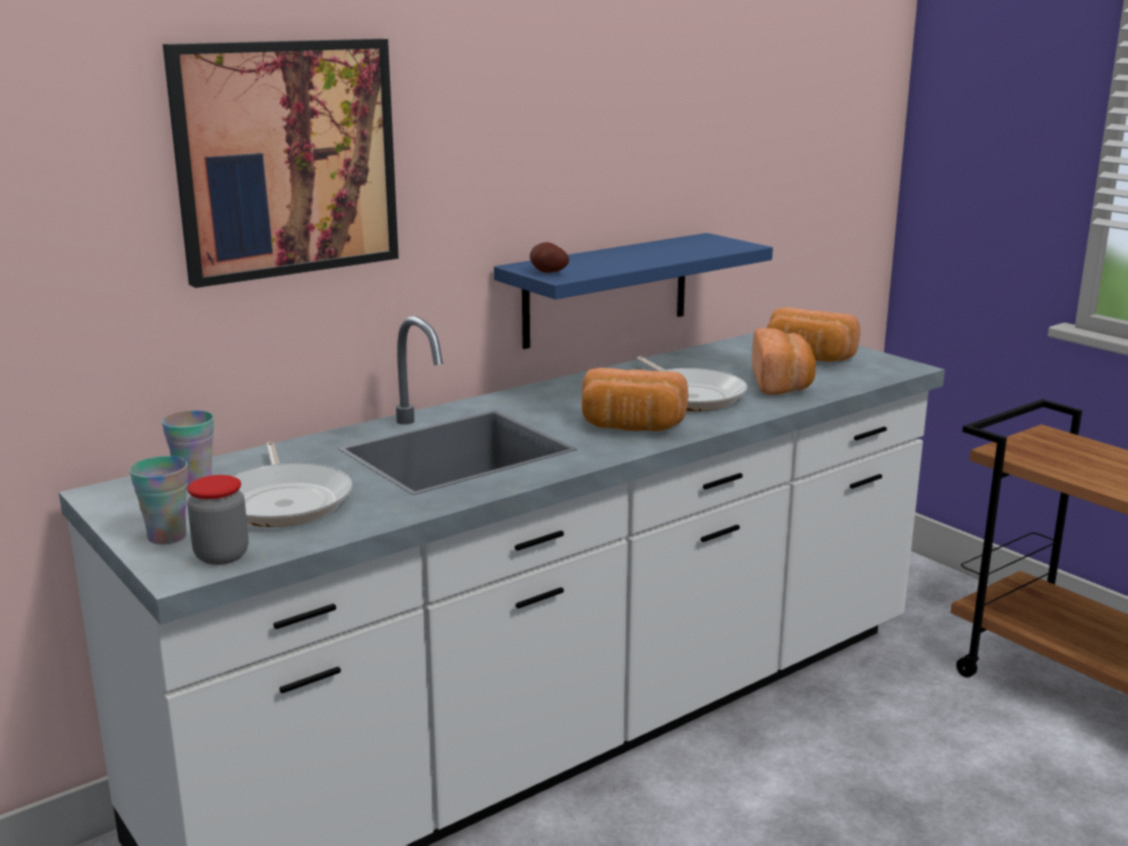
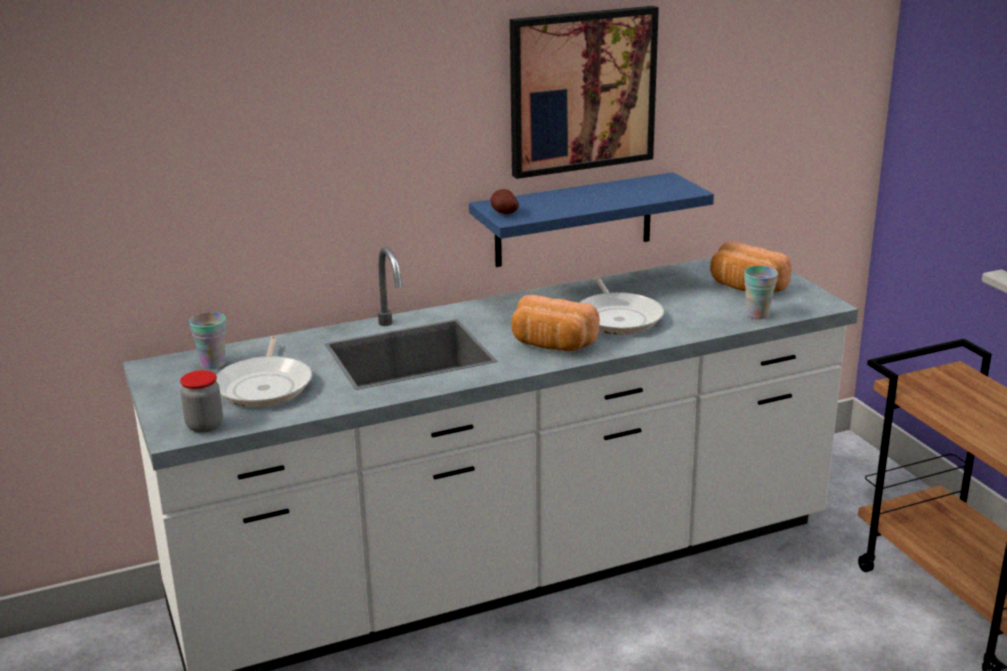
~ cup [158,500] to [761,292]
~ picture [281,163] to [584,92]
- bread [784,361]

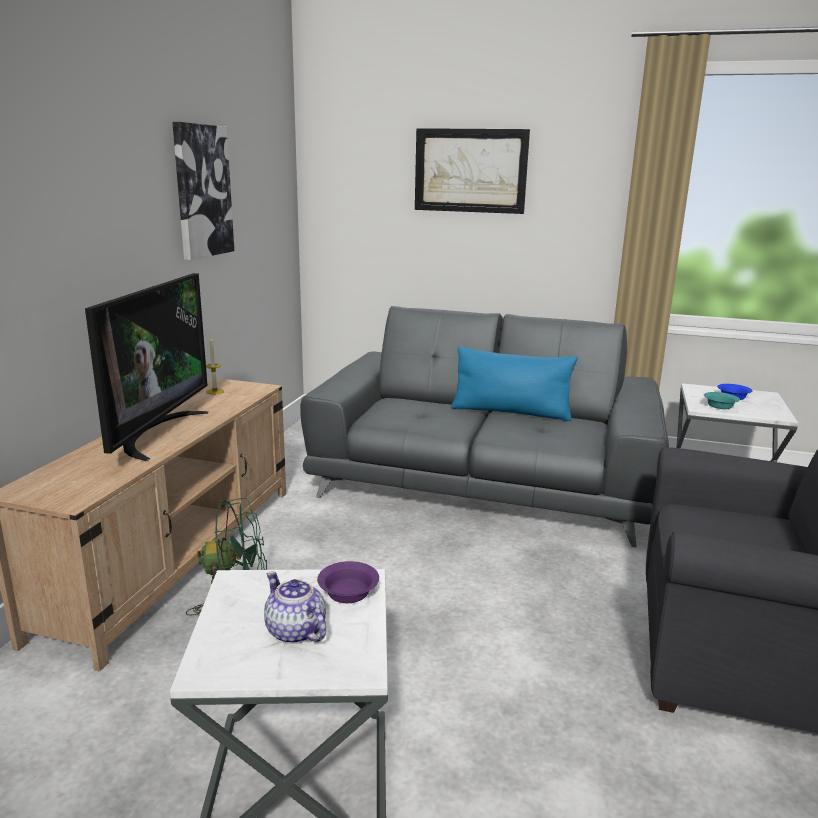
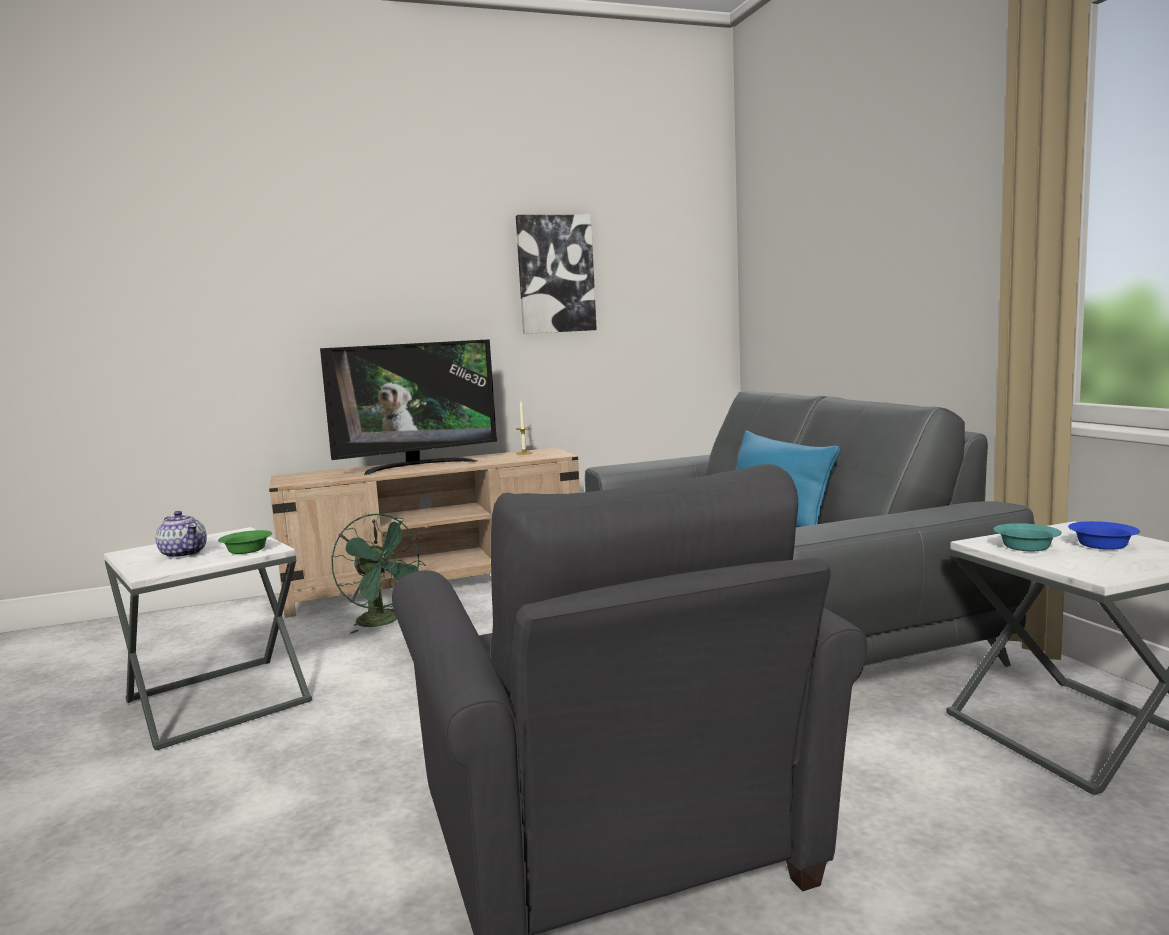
~ teapot [295,608] = [181,534] 120 degrees clockwise
~ purple bowl [348,582] to green bowl [245,542]
- picture [472,171]

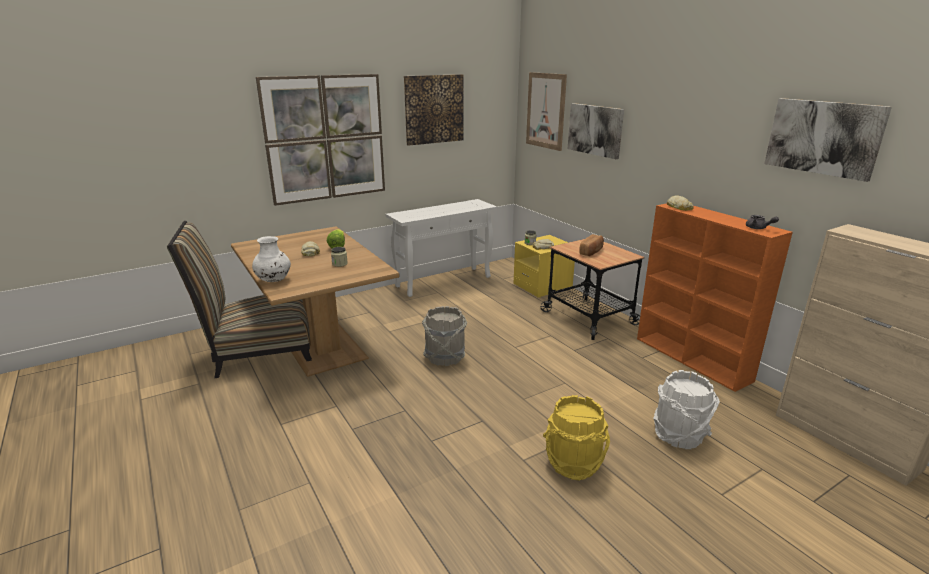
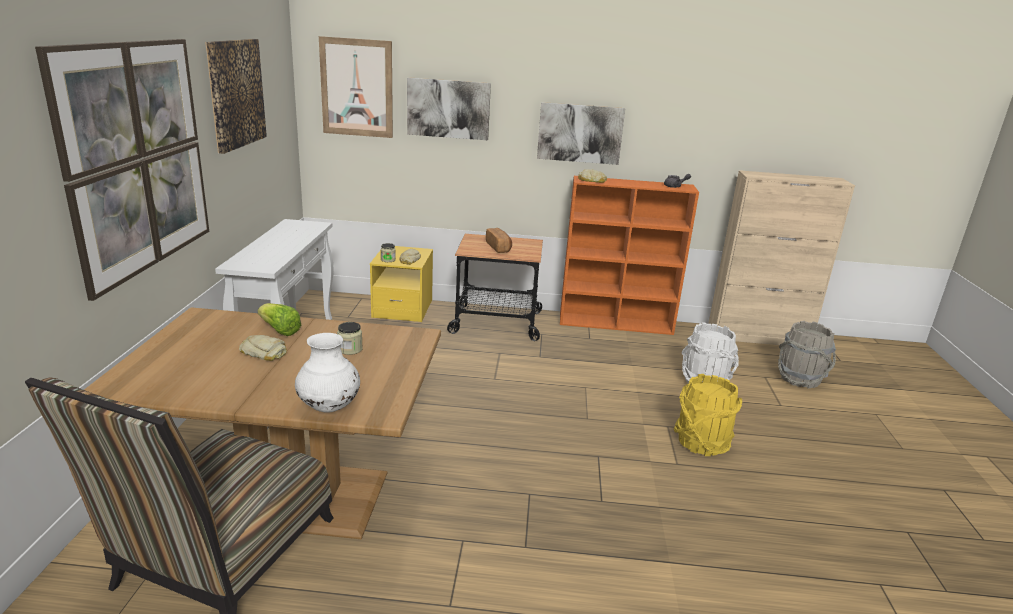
~ grey bucket [444,336] to [807,355]
~ picture [828,140] to [581,133]

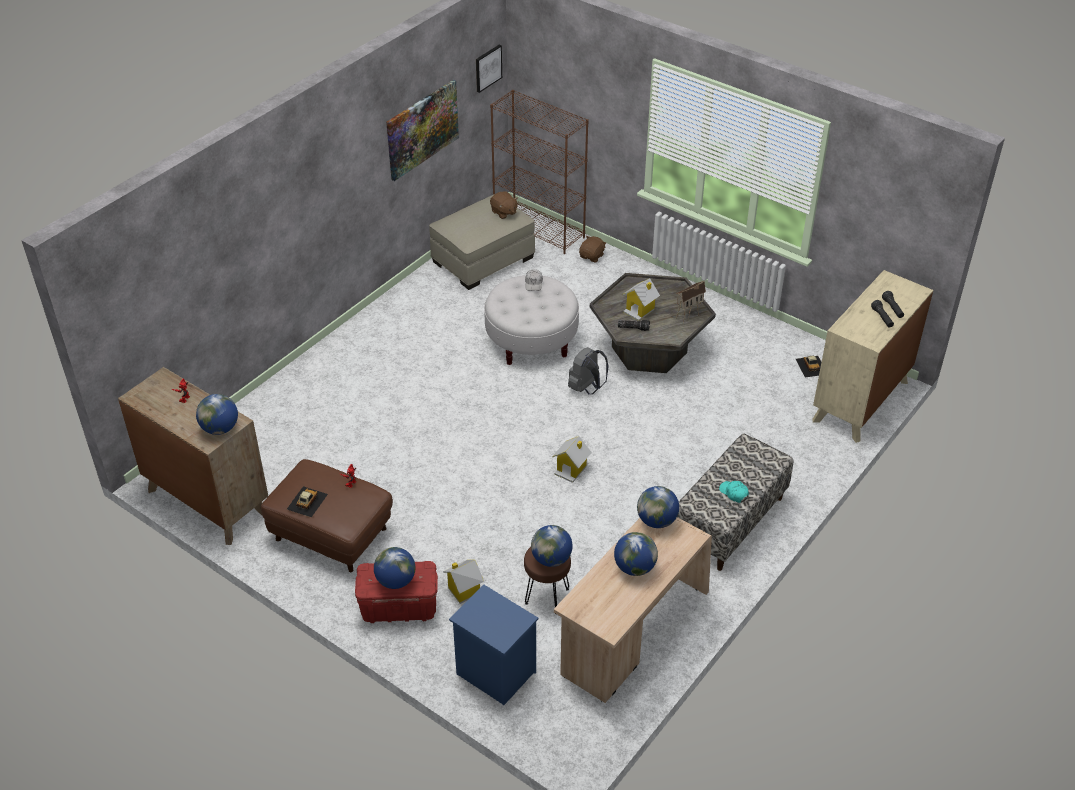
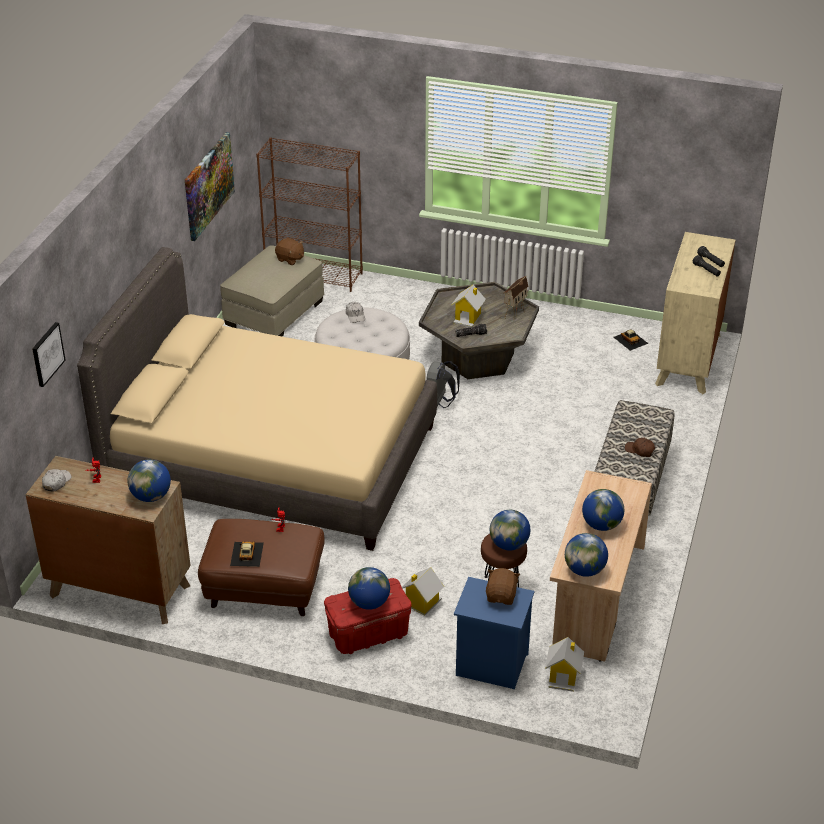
~ picture [489,69] to [49,354]
~ toy house [572,459] to [564,664]
~ brown plush toy [592,249] to [503,586]
~ globe [658,507] to [586,555]
~ turquoise cap [734,492] to brown cap [640,447]
+ white cap [56,480]
+ beige bed [257,399]

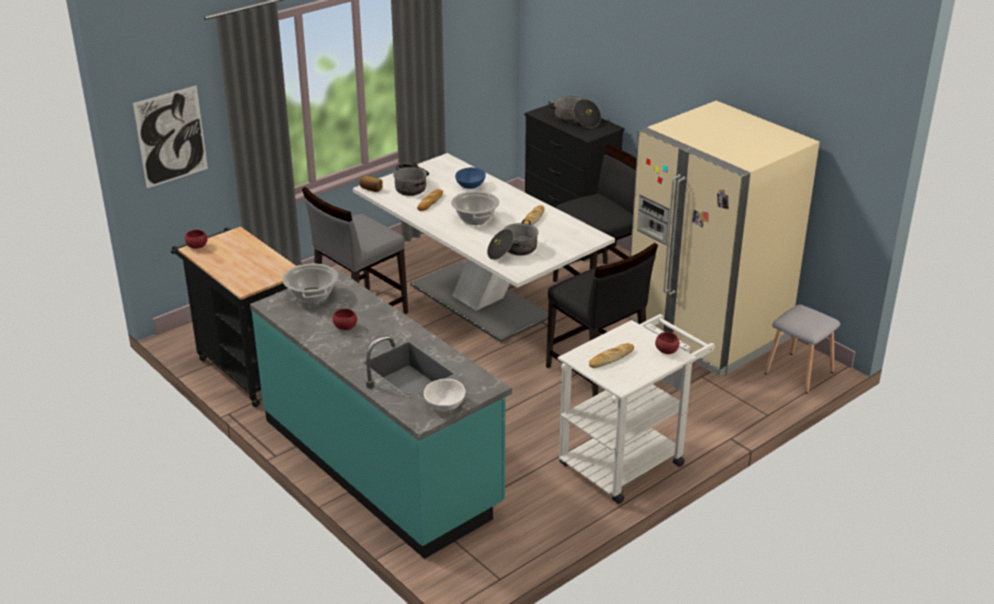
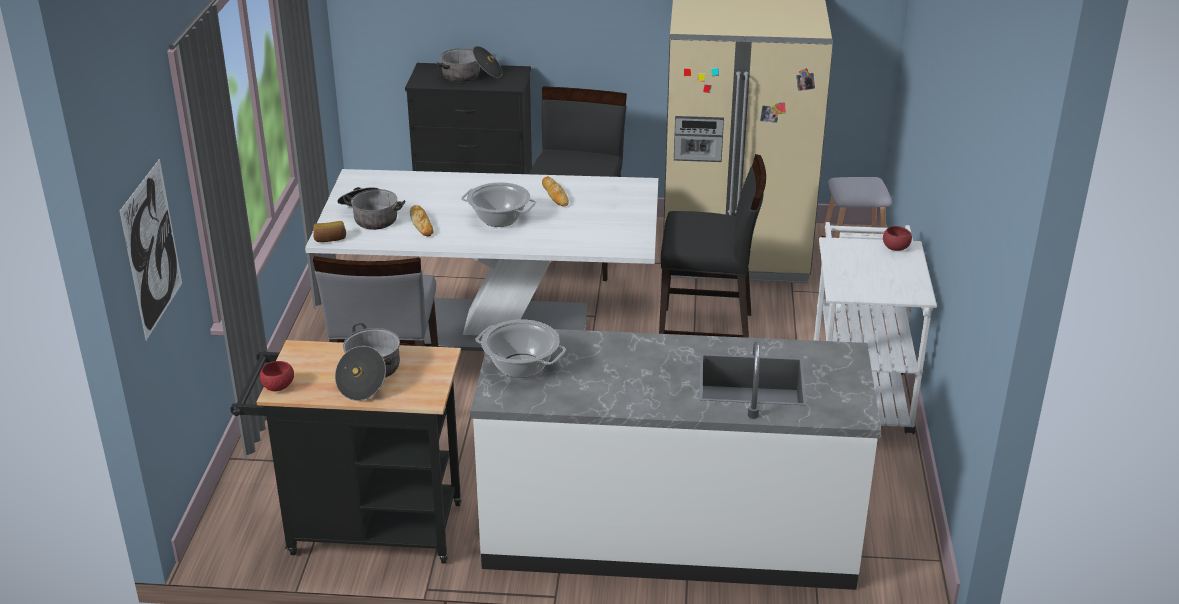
~ turquoise counter [381,414] to white counter [675,459]
- red bowl [345,319]
- white bowl [444,395]
- blue bowl [470,178]
~ cooking pot [512,240] to [367,362]
- bread [611,355]

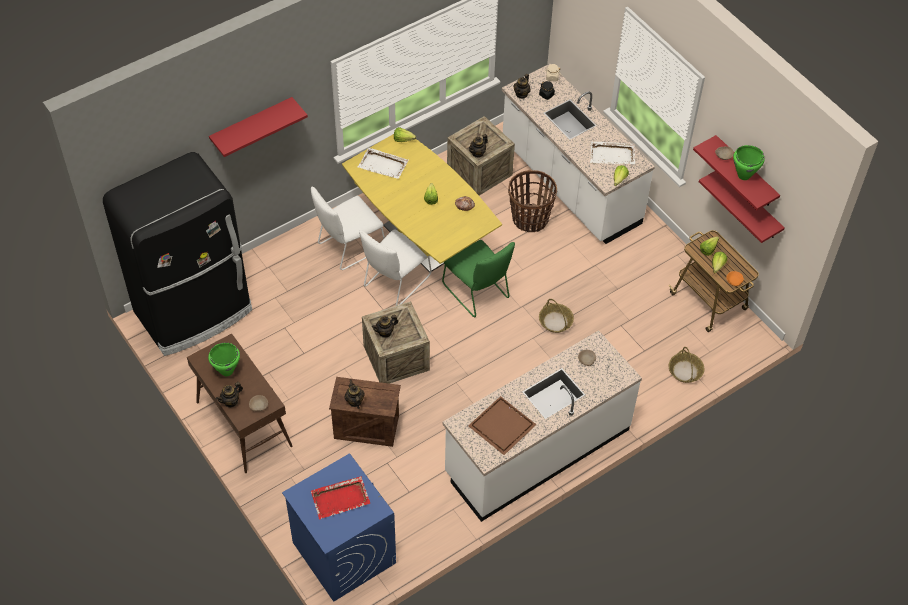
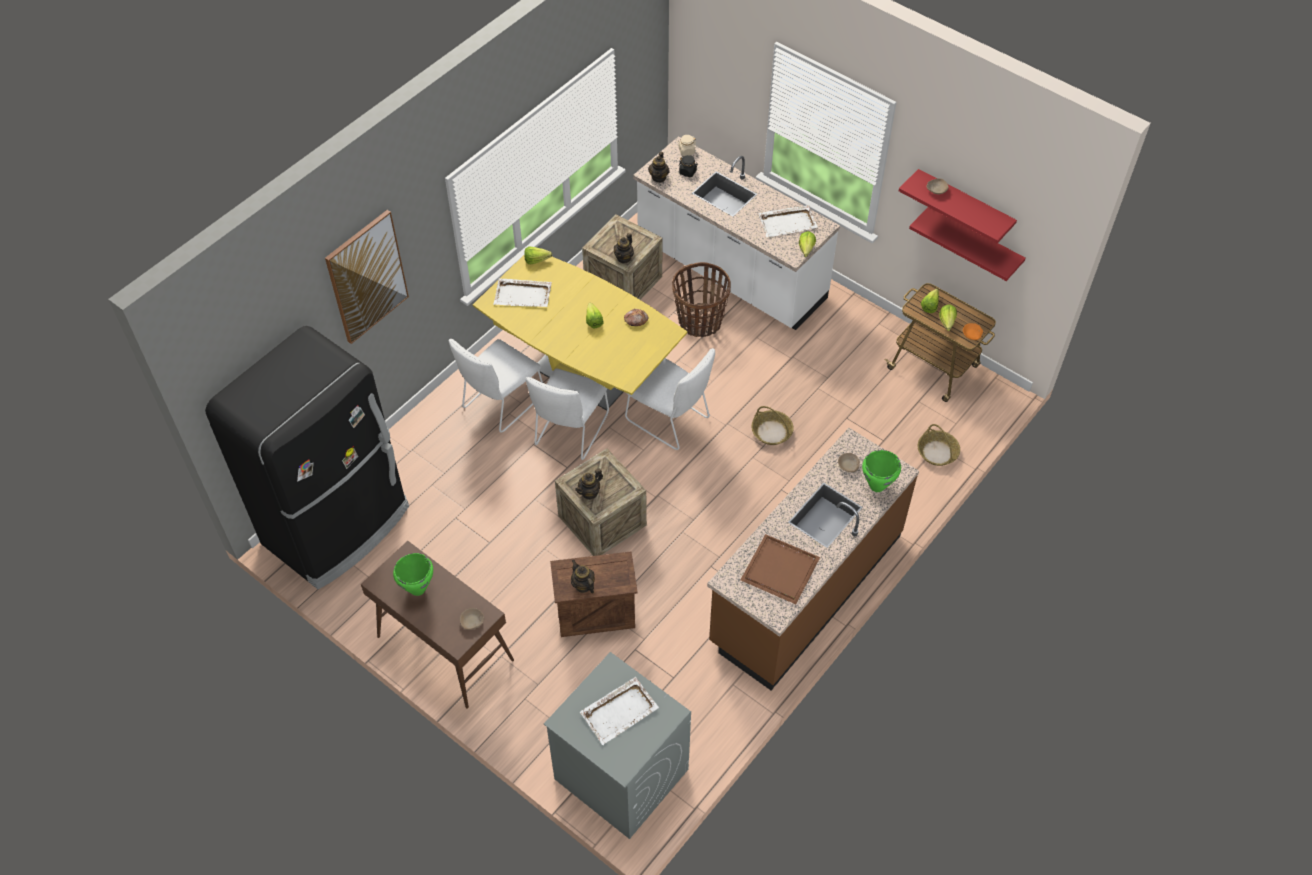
~ red shelf [258,127] to picture [367,277]
- teapot [229,395]
~ blue washing machine [339,527] to grey washing machine [617,745]
~ red tray [340,497] to white tray [619,711]
~ green chair [478,278] to white chair [670,399]
~ white counter [542,426] to brown counter [813,559]
~ green cooking pot [749,162] to [881,471]

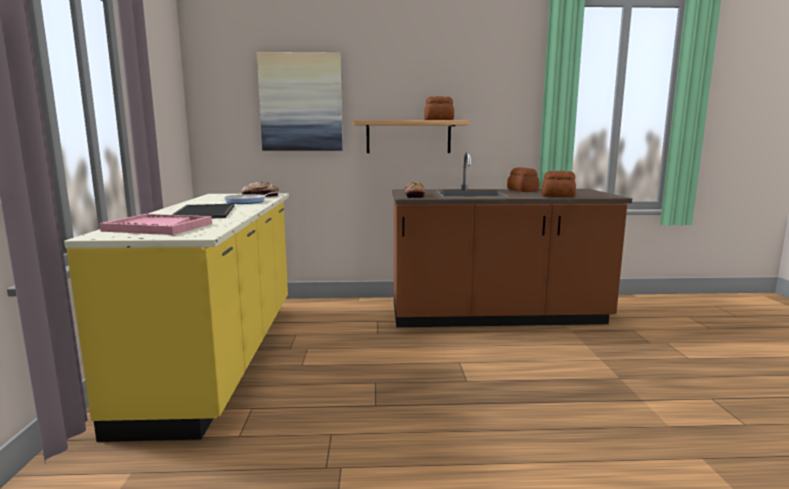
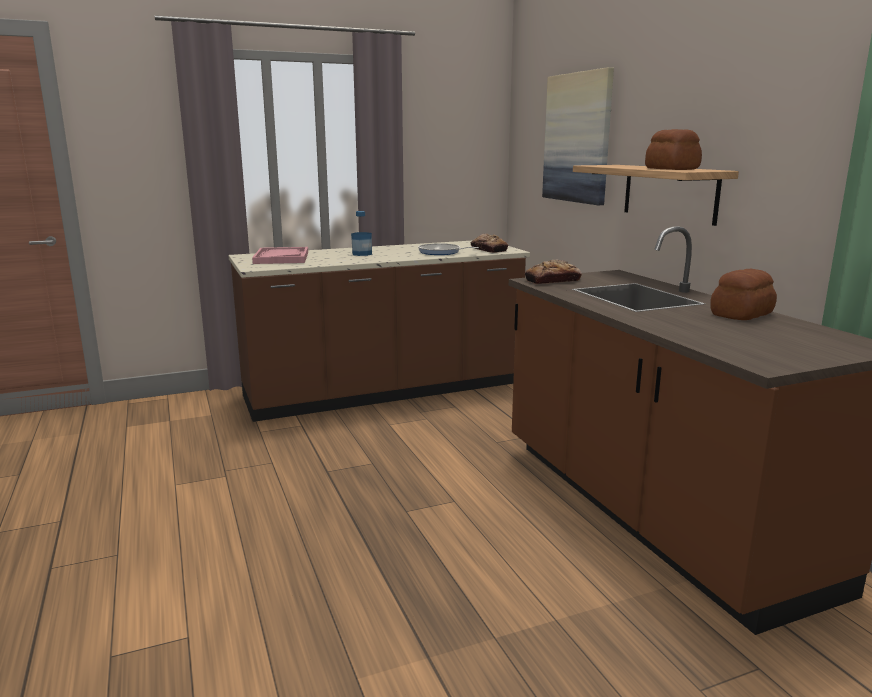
~ yellow counter [176,317] to brown counter [379,331]
~ tray [203,211] to bottle [361,233]
- bread [558,184]

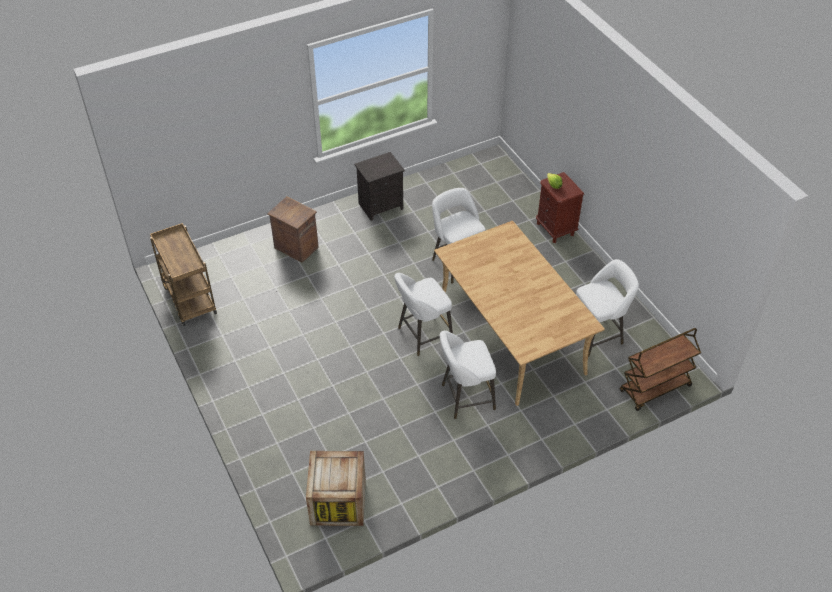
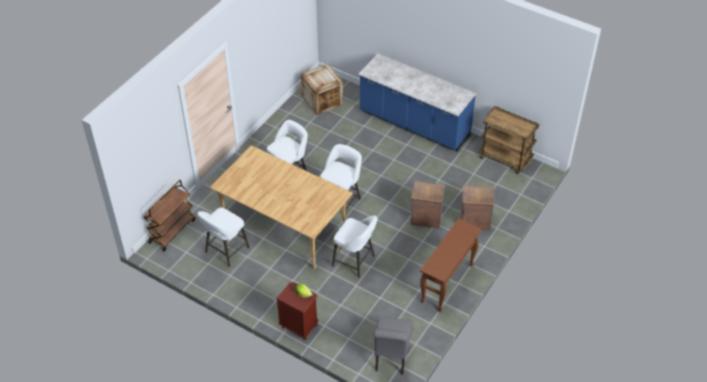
~ black nightstand [379,186] to brown console table [450,265]
+ blue counter [417,102]
+ grey chair [393,346]
+ crate [428,204]

